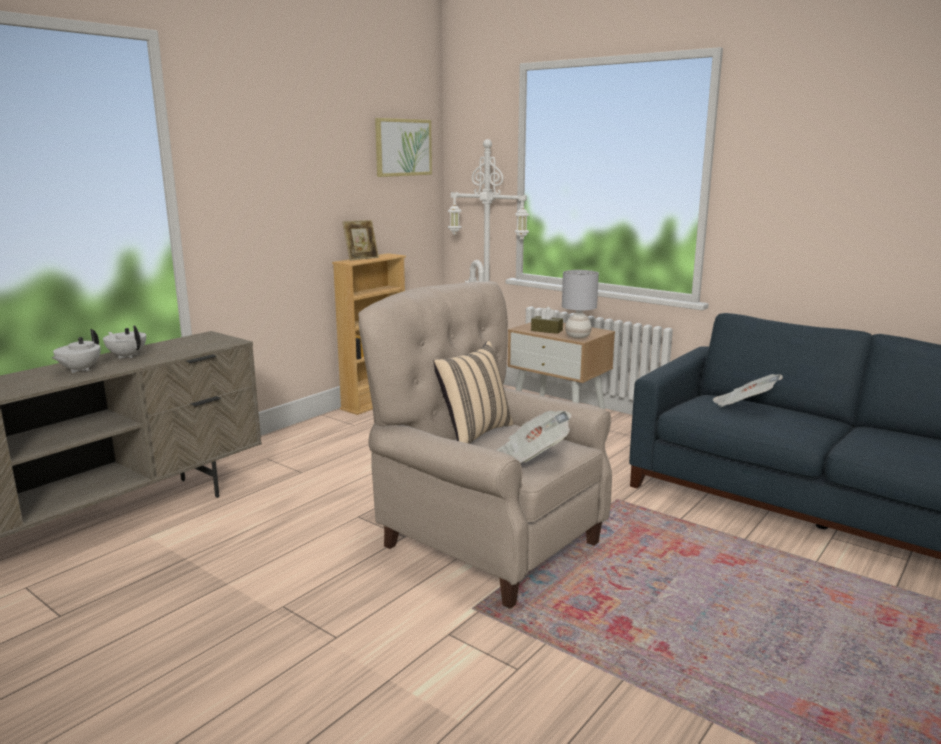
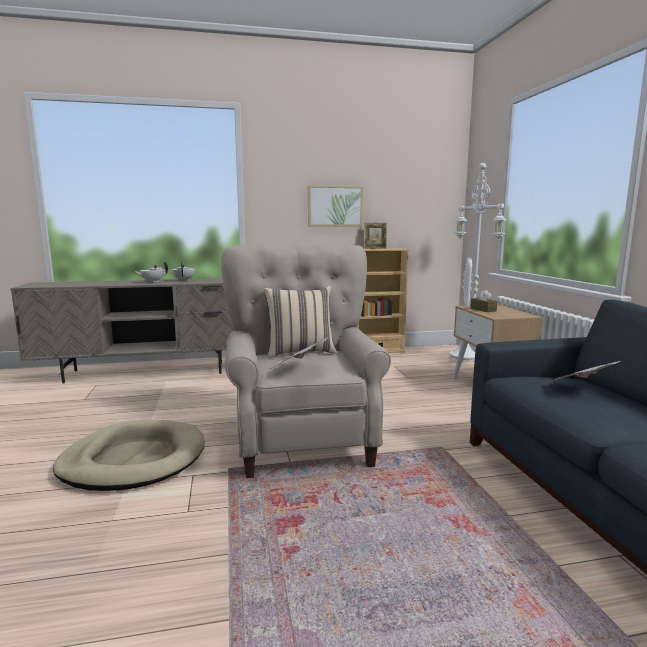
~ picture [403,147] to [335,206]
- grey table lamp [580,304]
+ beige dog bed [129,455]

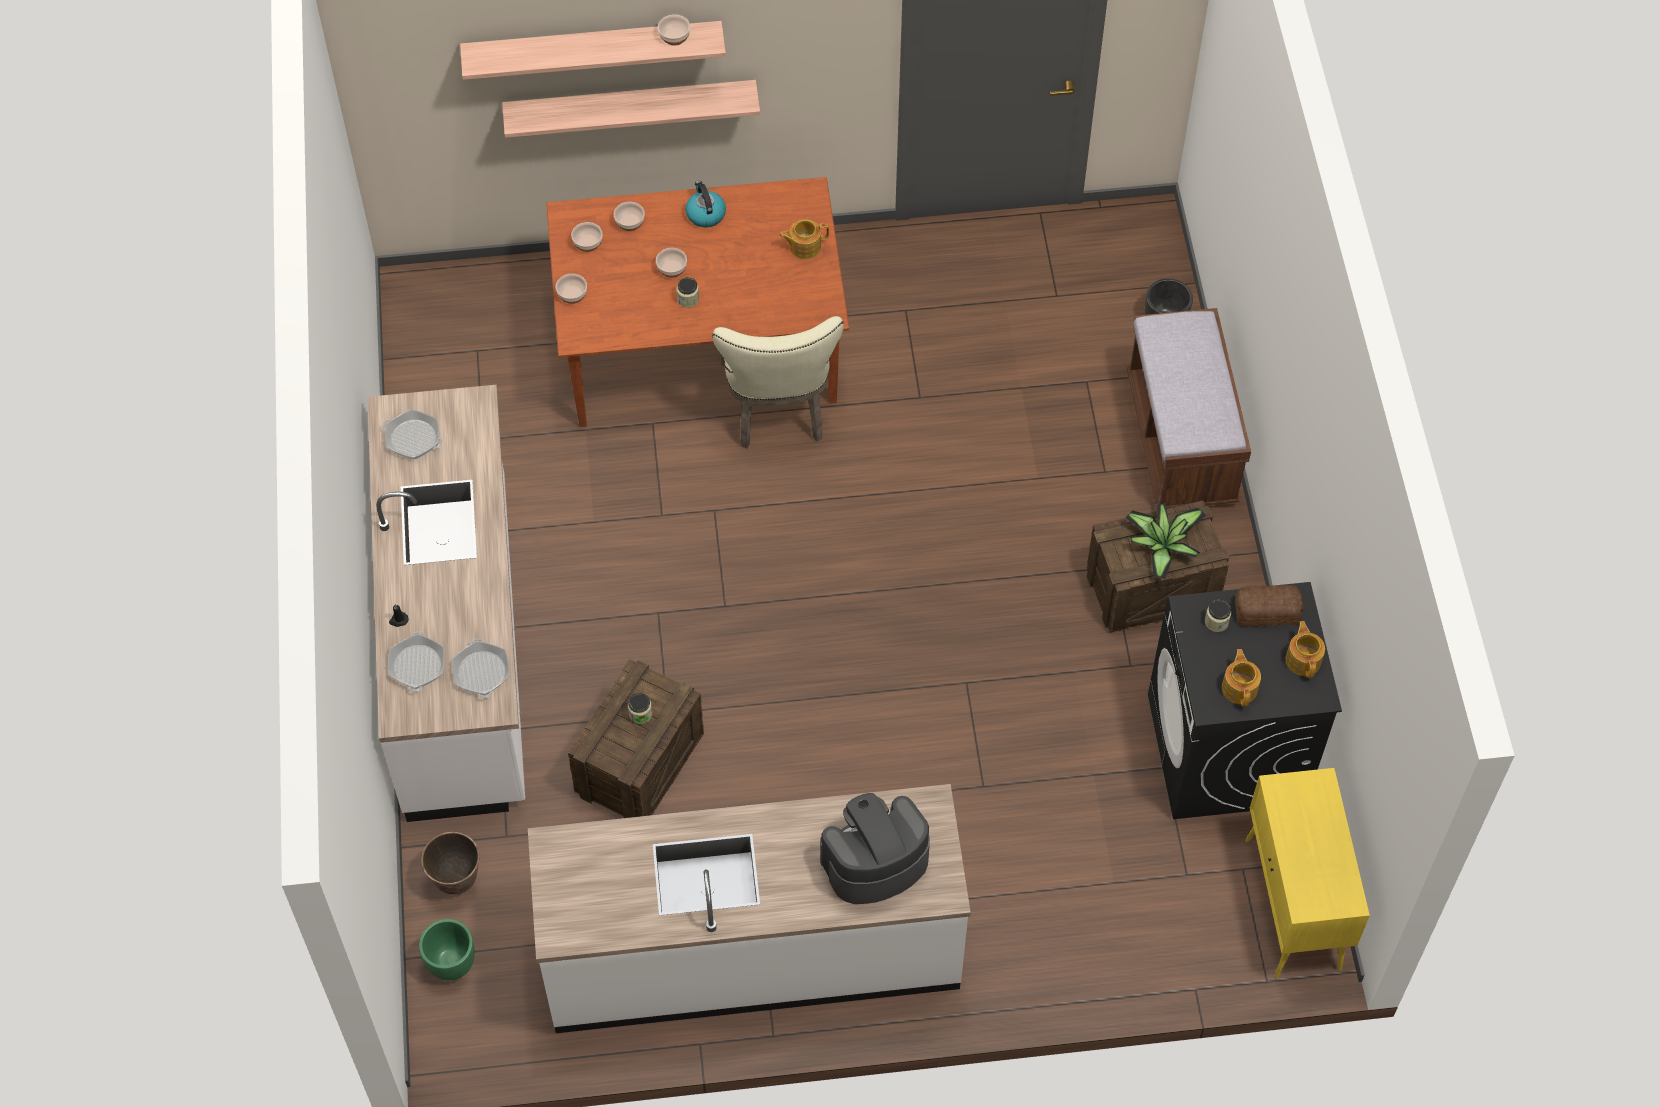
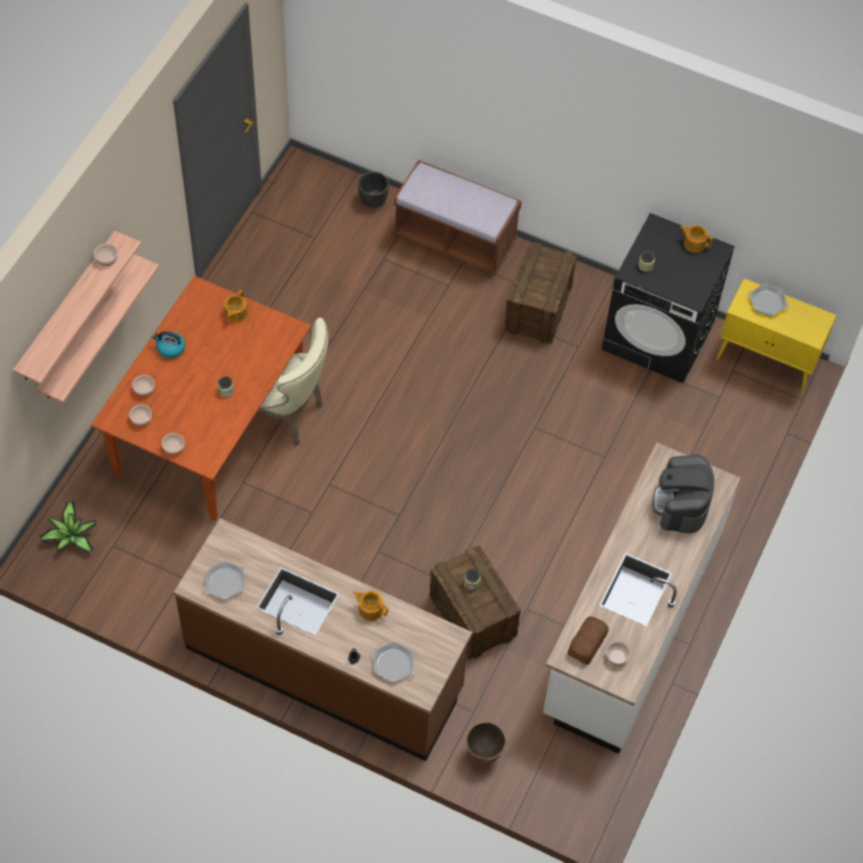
~ white counter [446,603] to brown counter [322,639]
- green planter [447,950]
~ frying pan [481,668] to [768,300]
~ bowl [671,263] to [618,654]
~ potted plant [1165,541] to [68,527]
~ teapot [1241,677] to [370,606]
~ bread [1269,605] to [588,641]

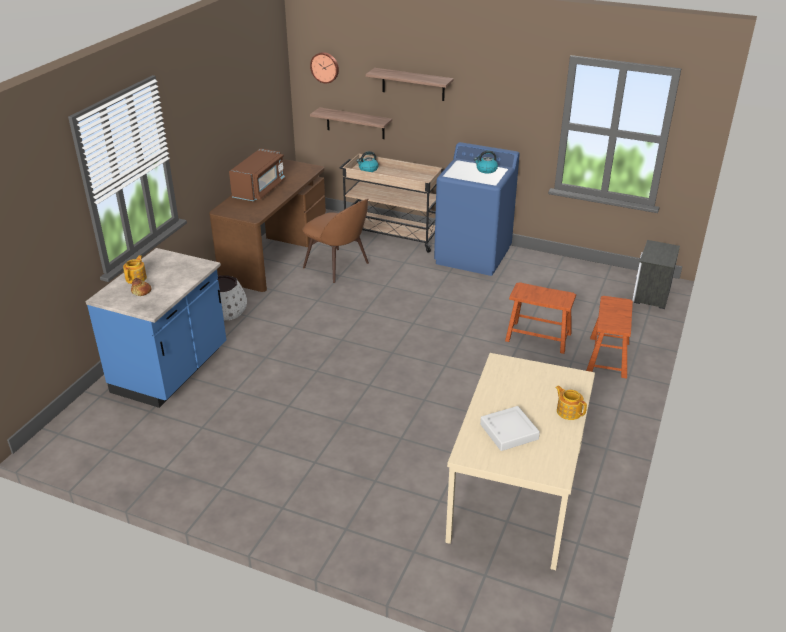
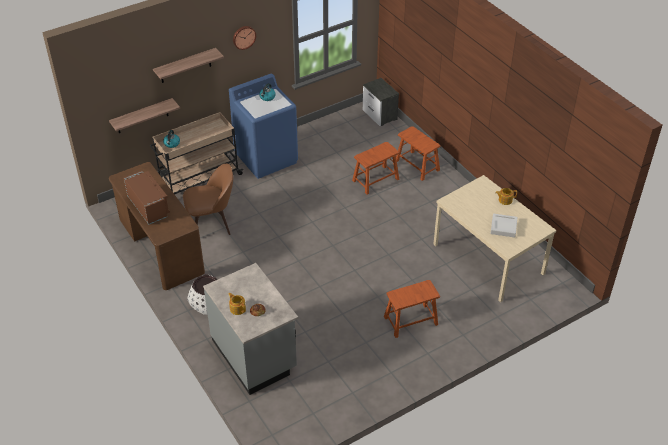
~ blue counter [156,328] to grey counter [250,329]
~ wall clock [324,67] to [244,38]
+ brown stool [412,309]

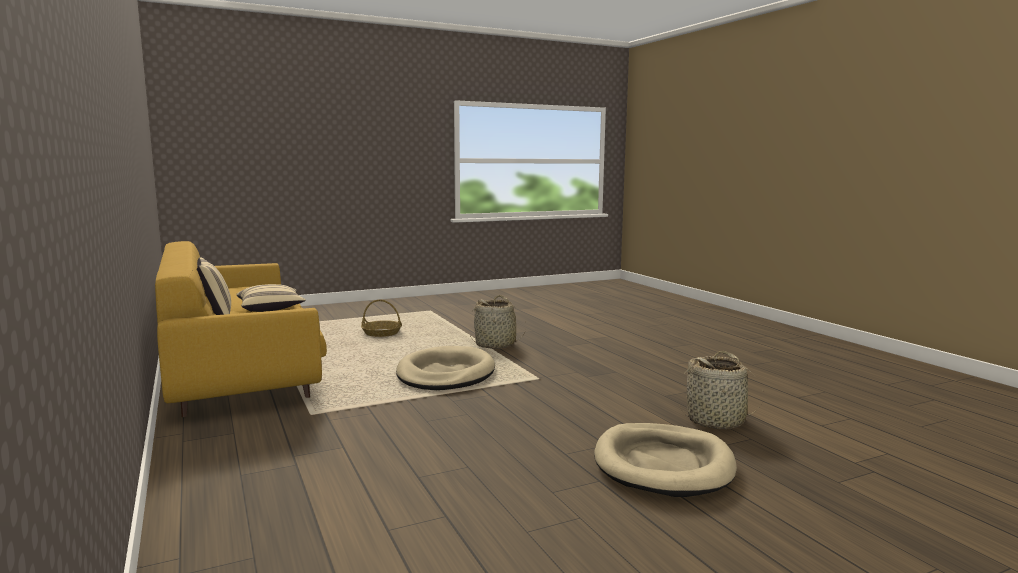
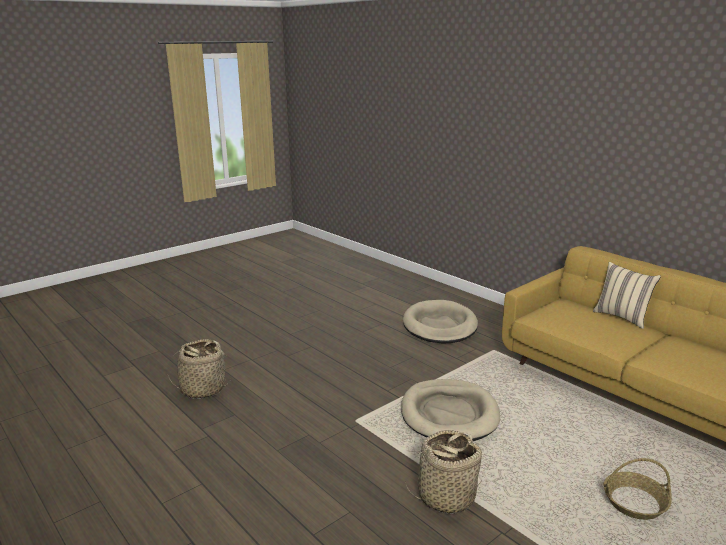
- beige pillow [271,298]
~ beige dog bed [665,460] to [440,321]

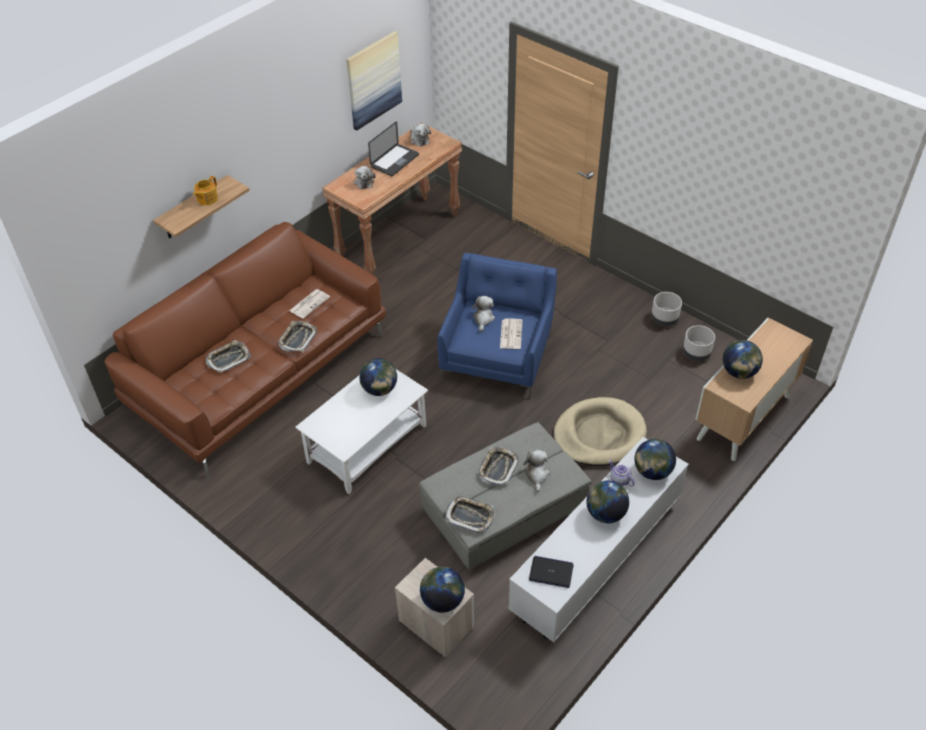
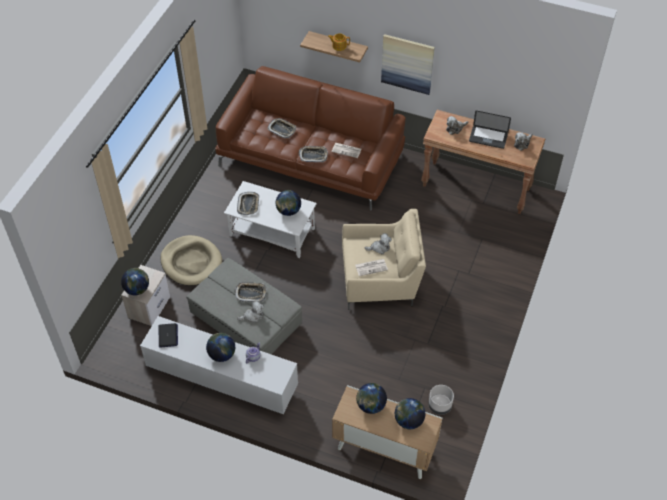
~ picture [374,81] to [408,64]
~ blue armchair [497,325] to beige armchair [384,259]
~ tray [470,514] to [248,203]
~ beige dog bed [600,431] to [191,260]
~ globe [655,459] to [410,413]
- grey planter [666,309]

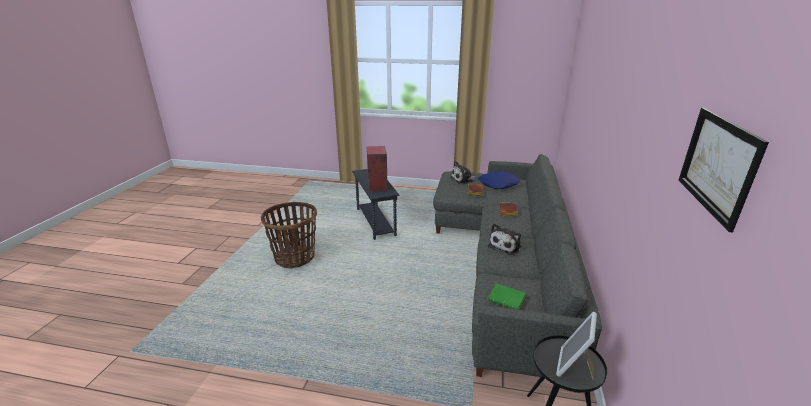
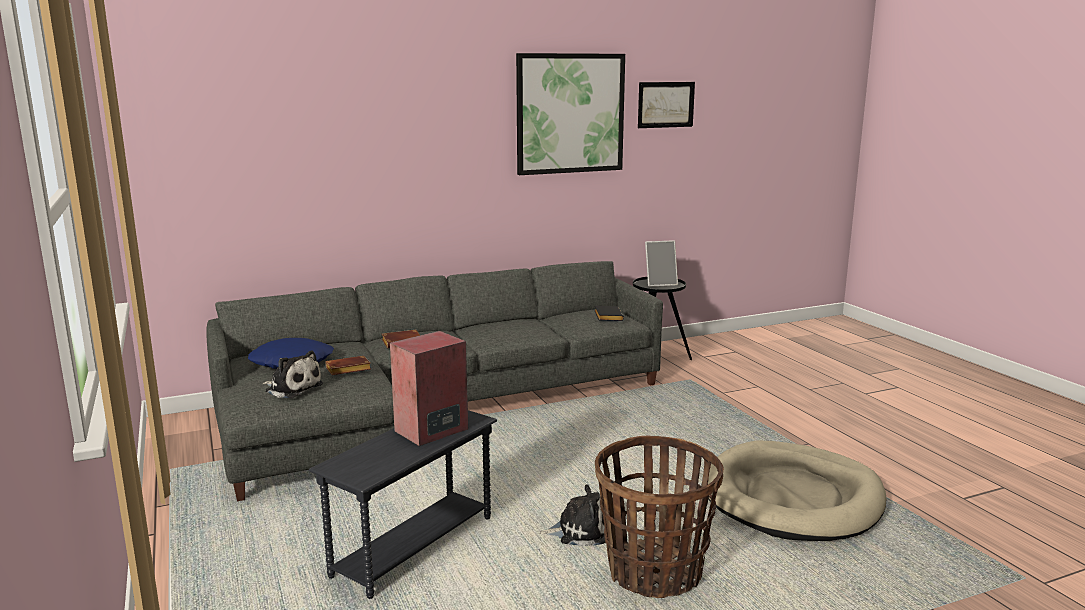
~ plush toy [504,239] to [571,515]
~ green book [507,296] to black book [609,313]
+ picture [570,114]
+ beige dog bed [797,491]

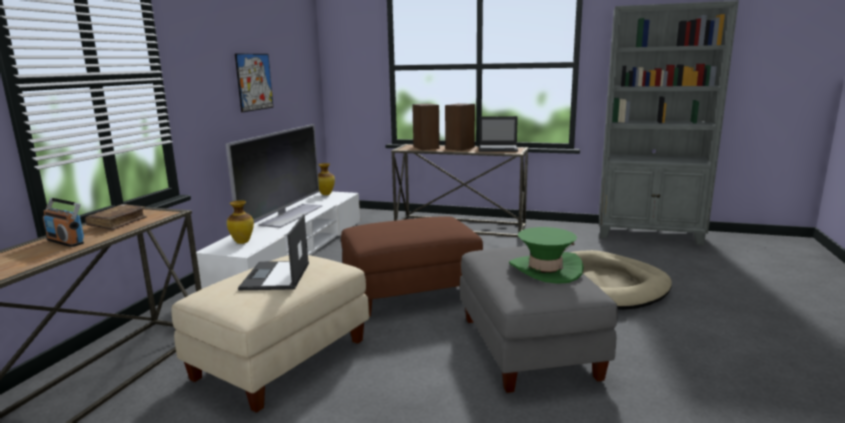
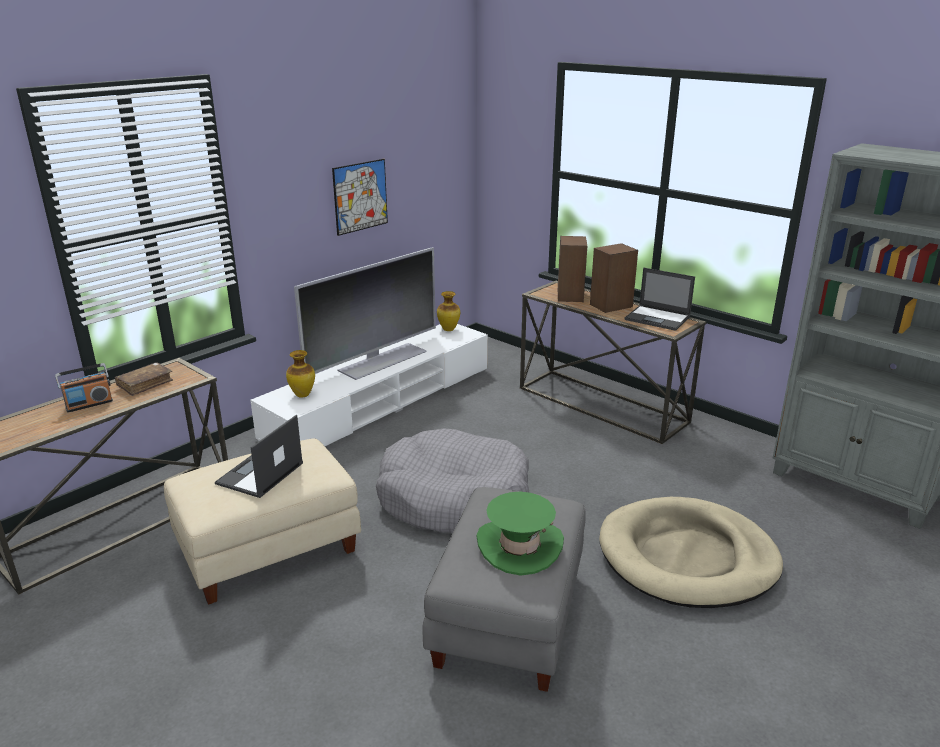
~ radio [63,222] = [84,387] 90 degrees counterclockwise
~ brown ottoman [412,266] to grey dog bed [452,481]

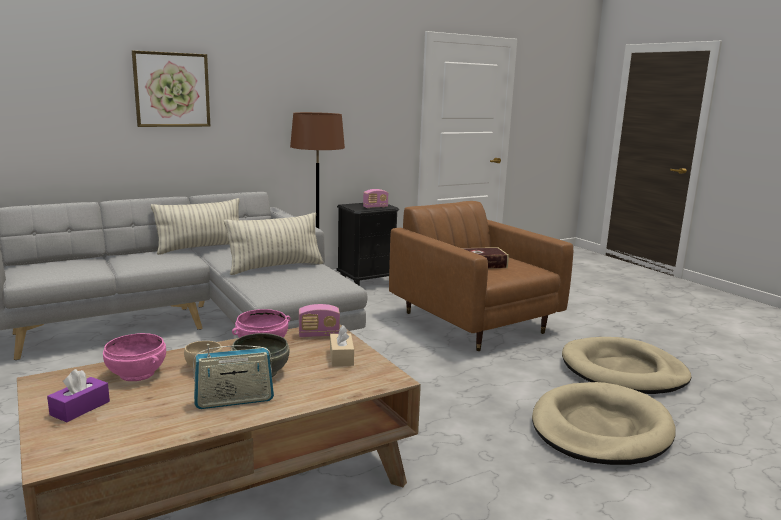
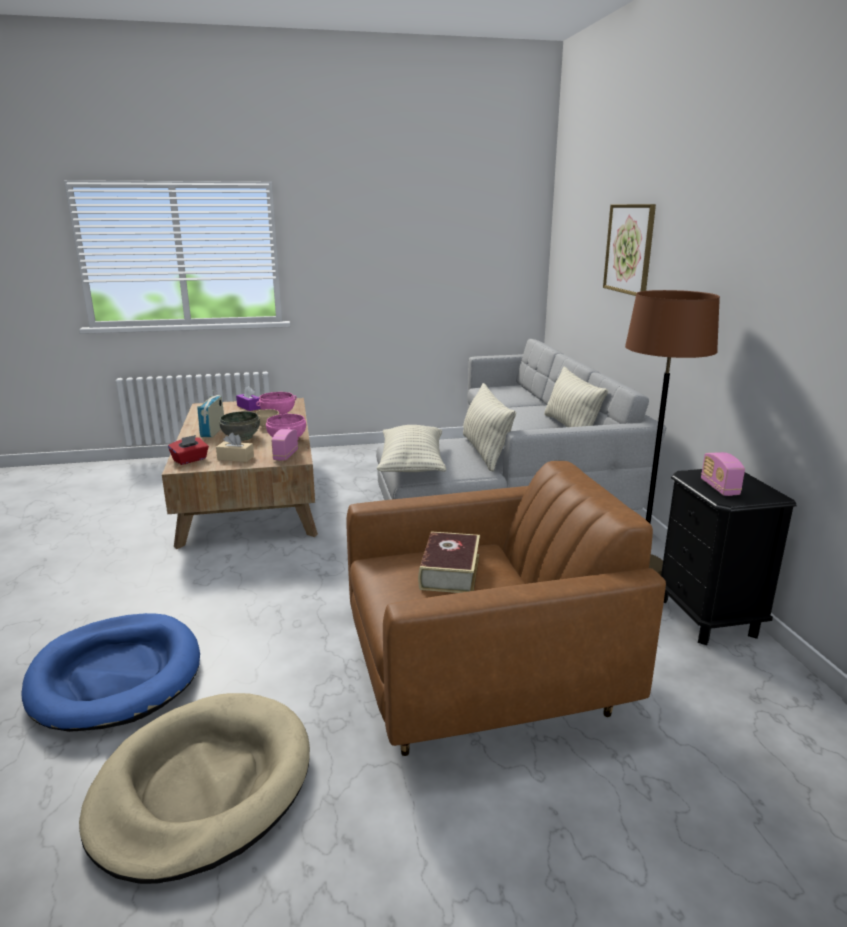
~ beige dog bed [604,423] to blue dog bed [110,672]
+ red tissue box [188,450]
+ pillow [411,448]

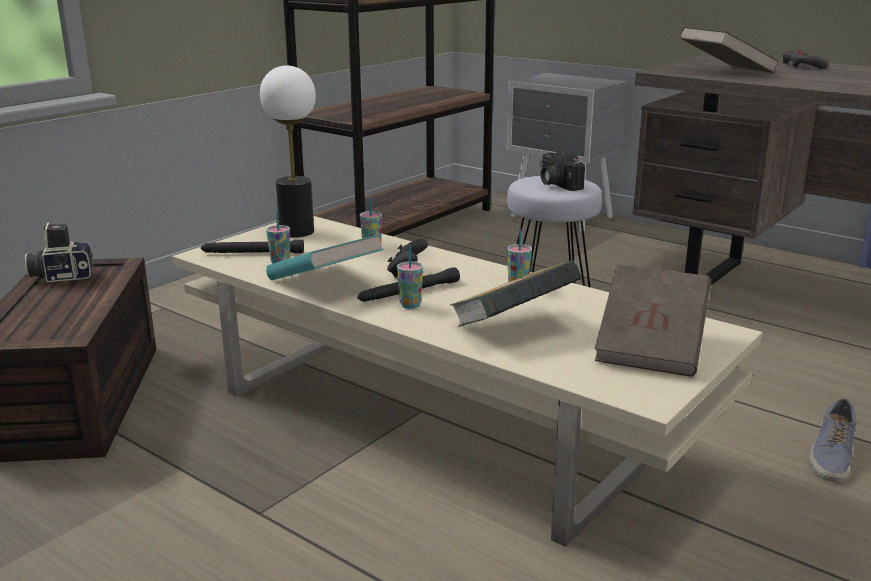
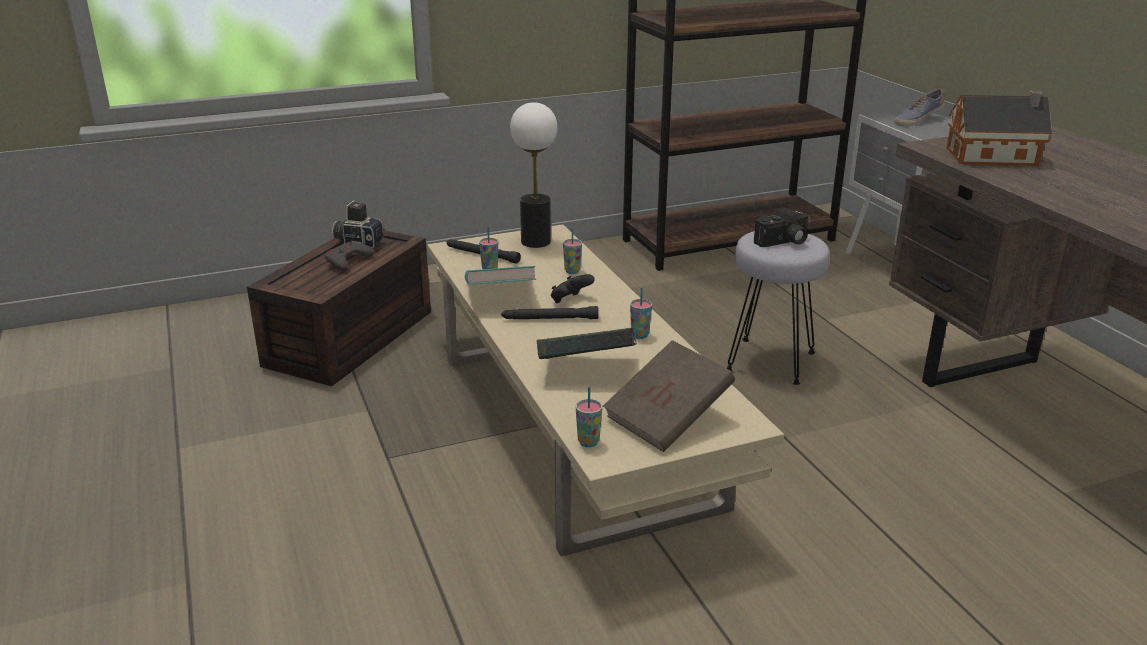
~ cup [410,277] to [589,417]
~ photo camera [562,171] = [781,227] 120 degrees counterclockwise
~ brown book [729,49] to toy house [999,128]
~ grey game controller [805,59] to [349,256]
~ shoe [833,440] to [919,107]

